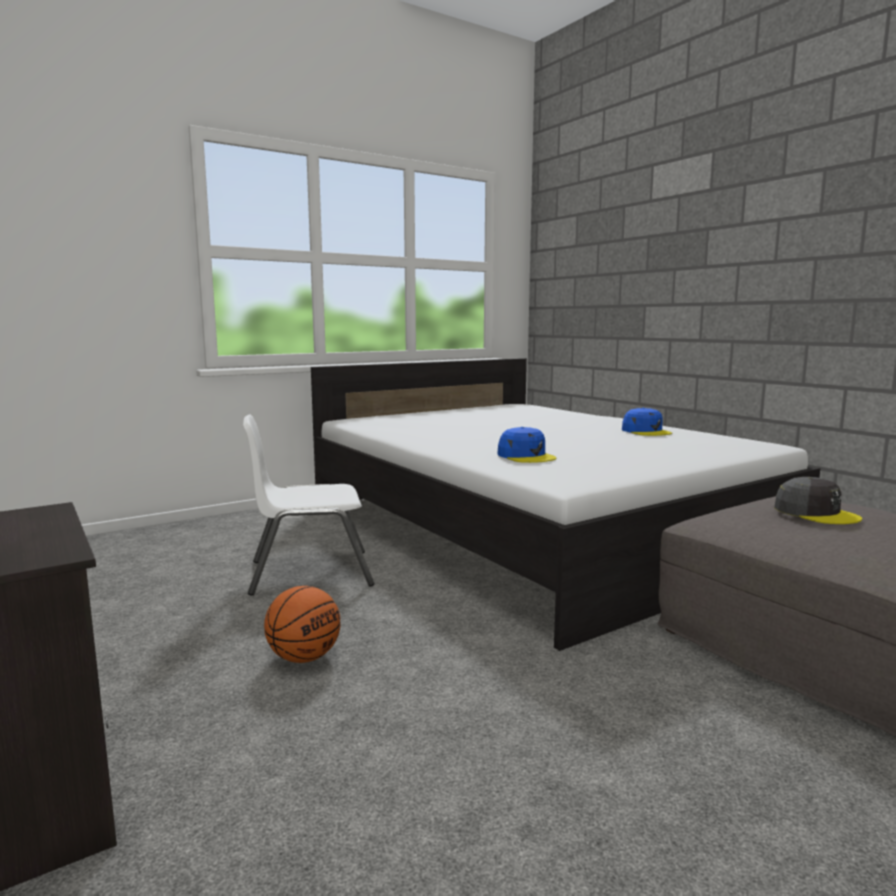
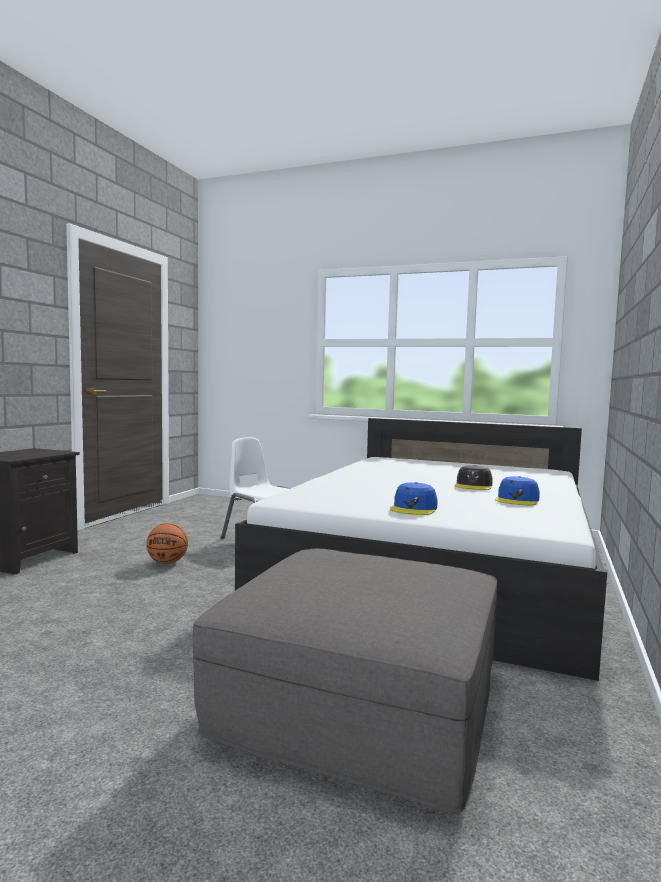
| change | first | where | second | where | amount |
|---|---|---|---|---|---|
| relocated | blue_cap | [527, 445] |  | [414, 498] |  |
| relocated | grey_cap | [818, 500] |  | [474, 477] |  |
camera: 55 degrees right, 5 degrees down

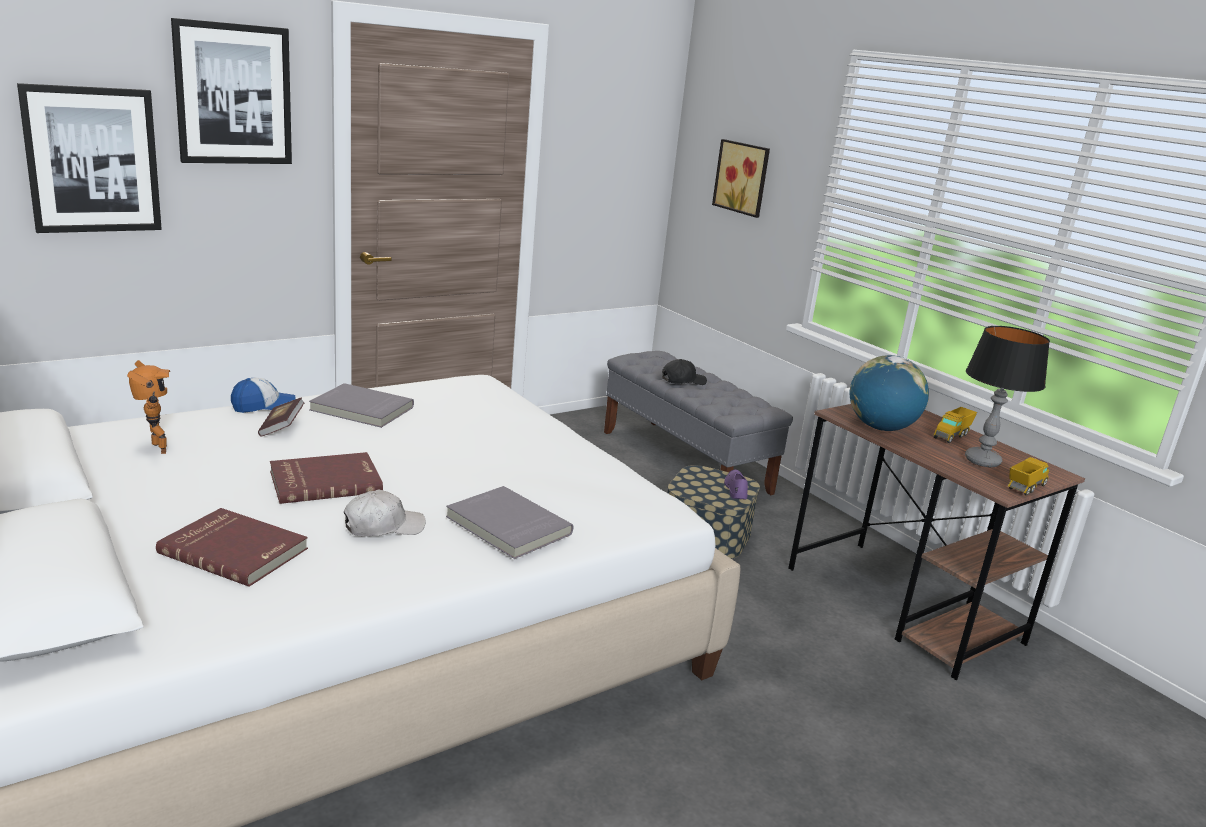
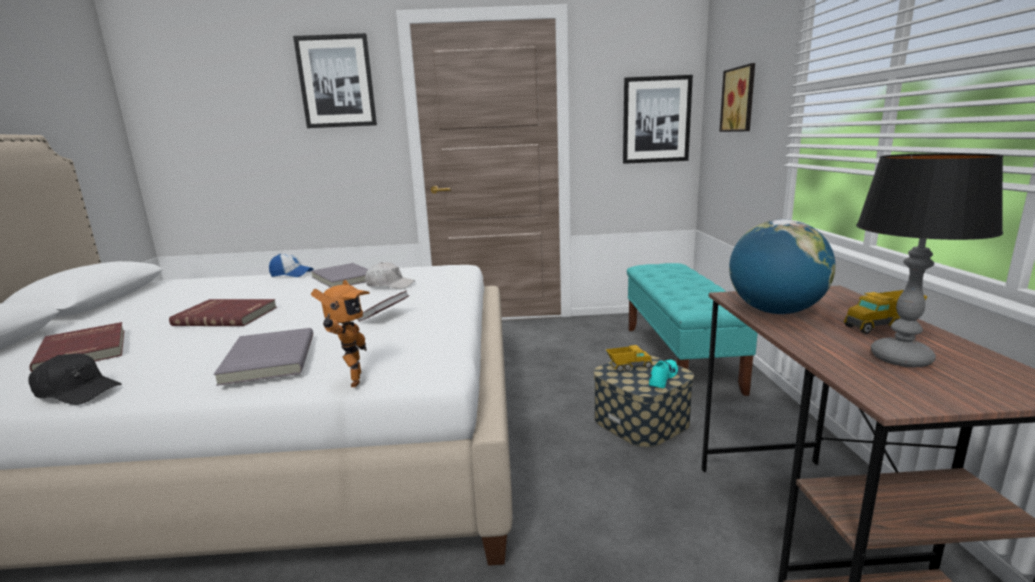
| change | first | where | second | where | amount |
|---|---|---|---|---|---|
| relocated | picture | [89, 158] |  | [658, 119] |  |
| colour | grey_bench | [698, 423] | turquoise_bench | [692, 329] |  |
| relocated | black_cap | [684, 372] |  | [75, 379] |  |
| relocated | toy_robot | [148, 407] |  | [340, 333] |  |
| relocated | book | [281, 417] |  | [384, 306] |  |
| relocated | toy_truck | [1028, 476] |  | [629, 358] |  |
| colour | purple_shoe | [736, 484] | turquoise_shoe | [663, 373] |  |
| relocated | white_cap | [385, 513] |  | [390, 275] |  |
camera: 35 degrees right, 5 degrees down

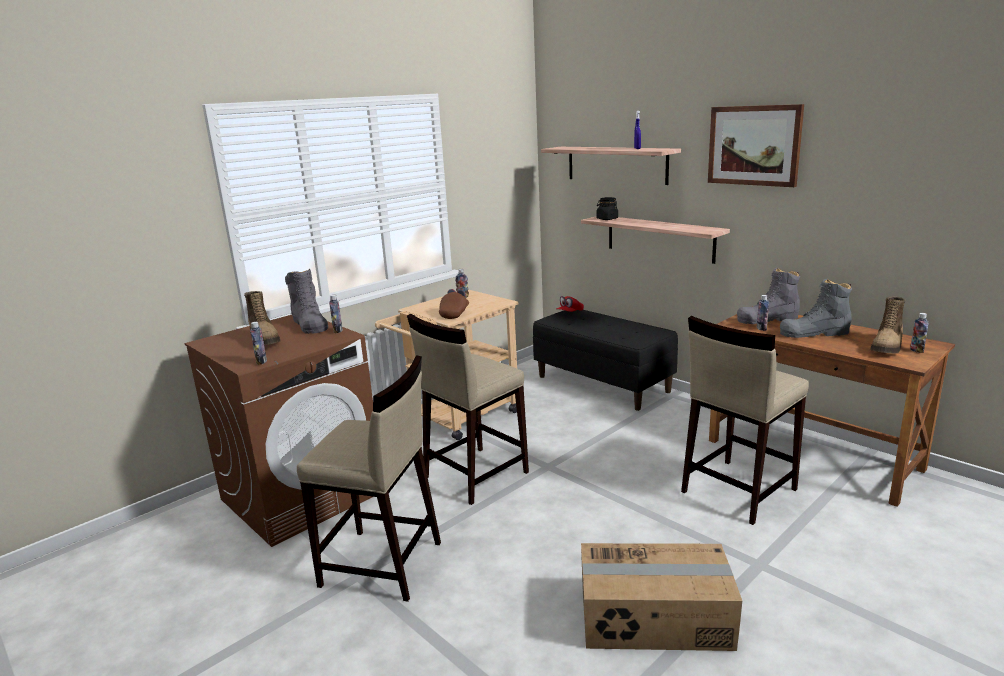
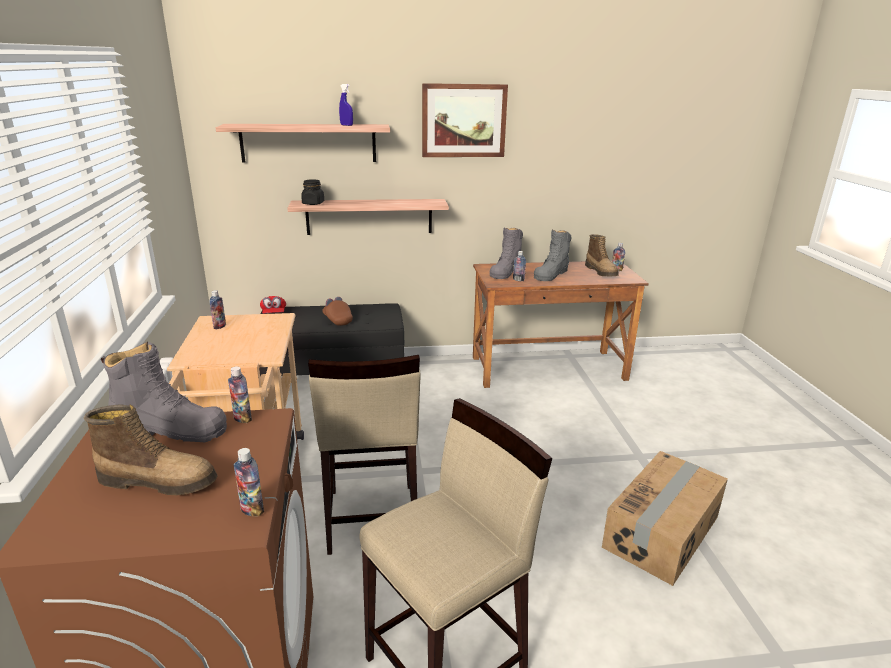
| change | first | where | second | where | amount |
|---|---|---|---|---|---|
| relocated | brown_cap | [454, 304] |  | [337, 311] |  |
| missing | beige_stool | [745, 420] |  |  |  |
camera: 55 degrees left, 5 degrees up

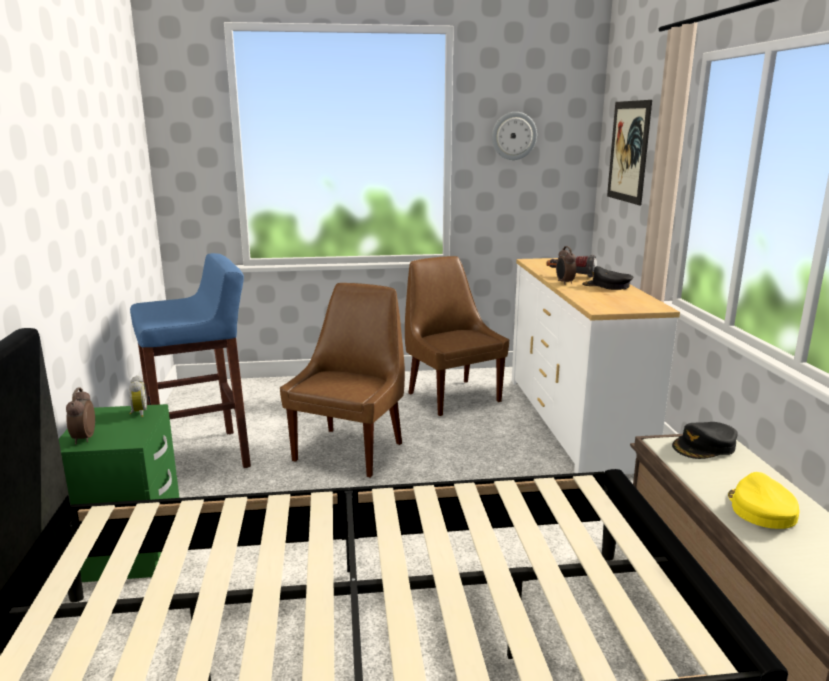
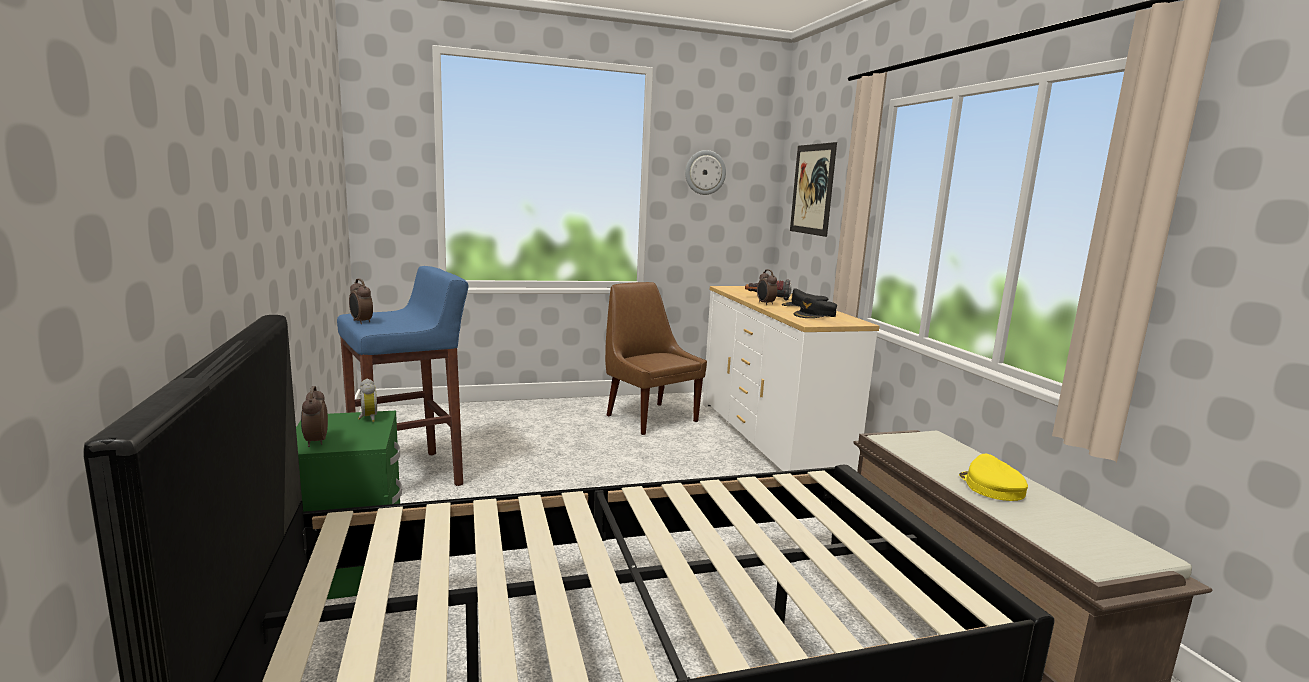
| change | first | where | second | where | amount |
|---|---|---|---|---|---|
| missing | brown_chair | [342, 380] |  |  |  |
| relocated | black_cap | [705, 440] |  | [815, 308] |  |
| appeared |  |  | alarm_clock | [361, 301] |  |
camera: 10 degrees left, 5 degrees down

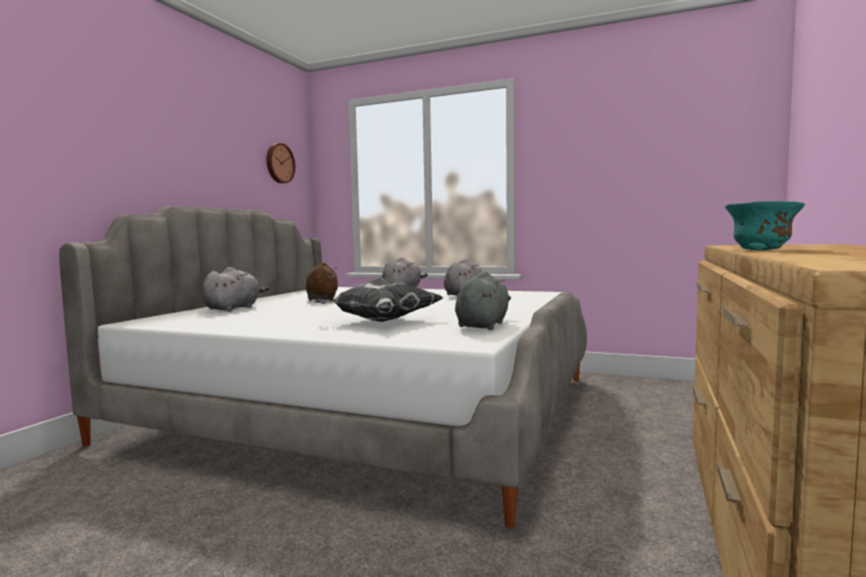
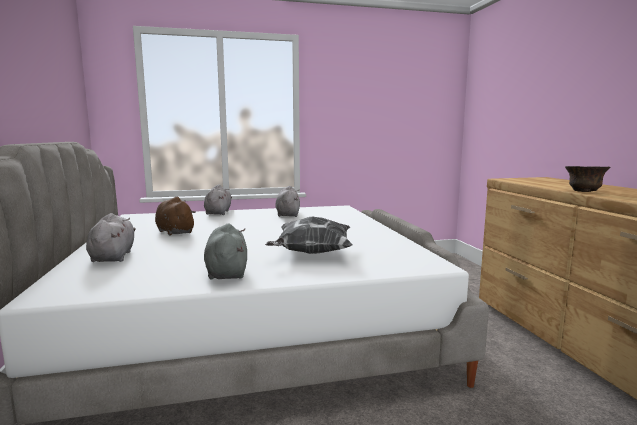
| change | first | where | second | where | amount |
|---|---|---|---|---|---|
| missing | wall_clock | [280, 163] |  |  |  |
| colour | turquoise_bowl | [765, 226] | brown_bowl | [587, 179] |  |
| relocated | grey_plush_toy | [483, 300] |  | [225, 251] |  |
camera: 35 degrees left, 5 degrees up

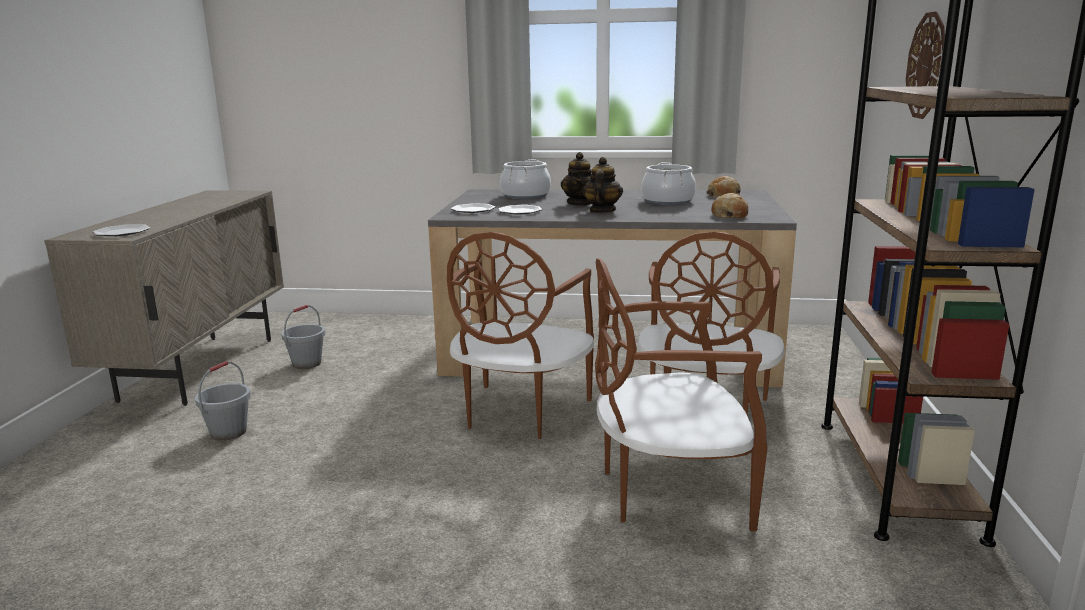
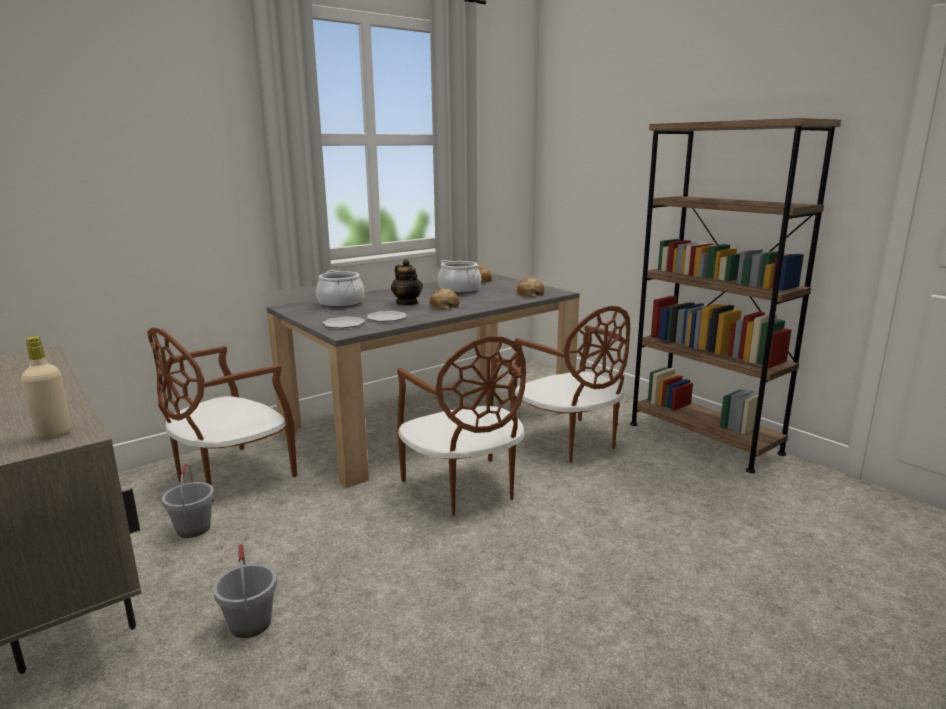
| change | first | where | second | where | amount |
|---|---|---|---|---|---|
| missing | wall_clock | [925, 65] |  |  |  |
| exchanged | teapot | [603, 185] | bread | [444, 298] |  |
| exchanged | plate | [121, 230] | beige_bottle | [46, 388] |  |
| relocated | brown_chair | [681, 395] |  | [222, 415] |  |
camera: 45 degrees left, 0 degrees up

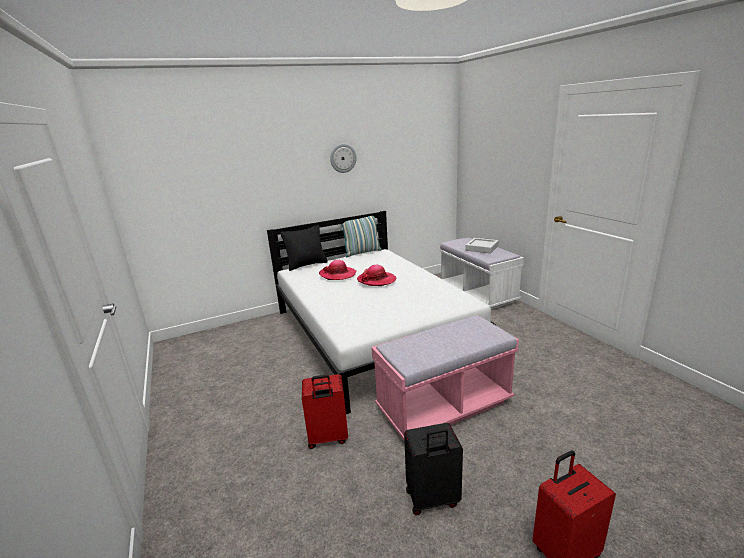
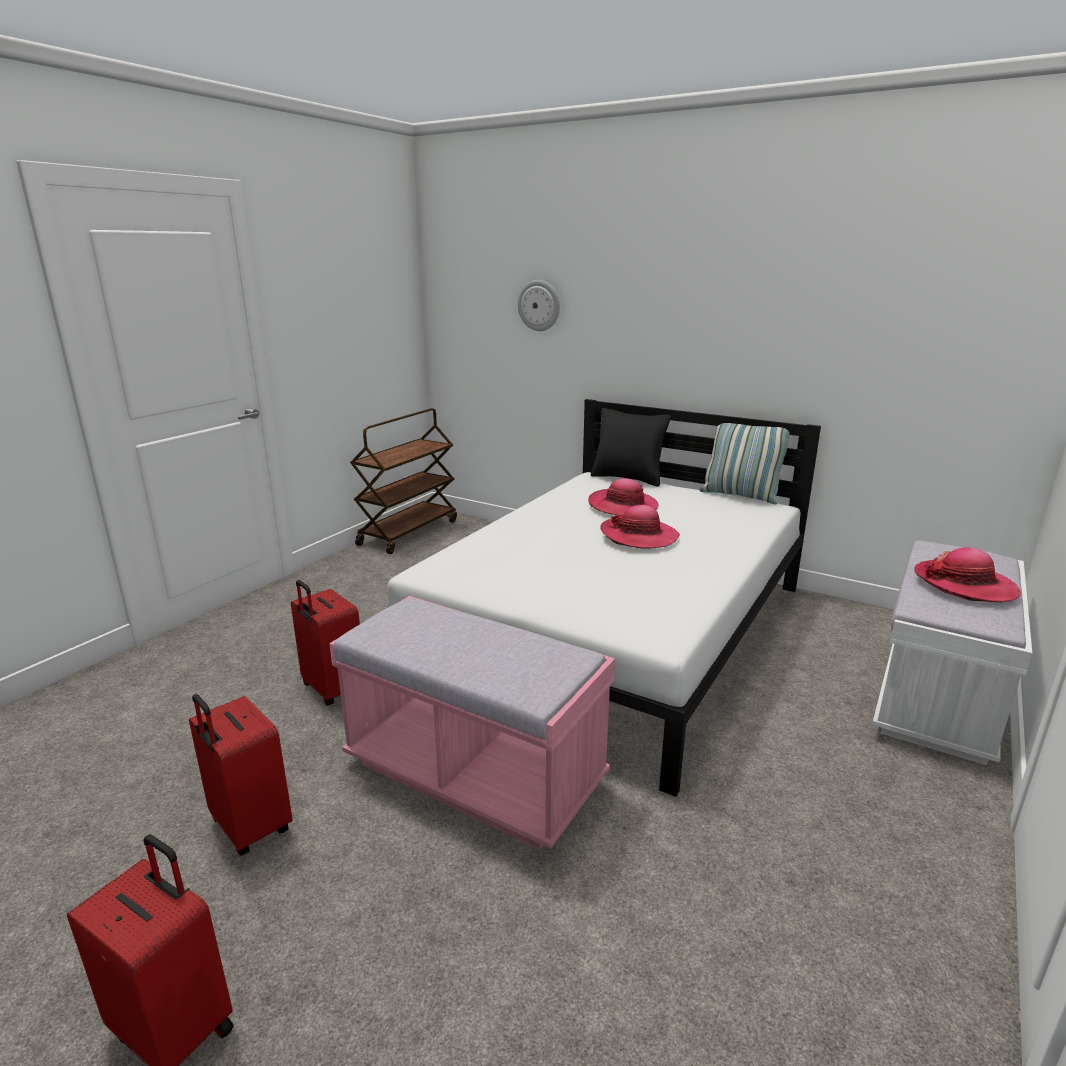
| change | first | where | second | where | amount |
|---|---|---|---|---|---|
| relocated | wall_clock | [343, 158] |  | [539, 305] |  |
| exchanged | grey_tray | [482, 246] | hat | [968, 574] |  |
| colour | black_suitcase | [433, 469] | red_suitcase | [241, 774] |  |
| appeared |  |  | brown_cart | [403, 481] |  |
camera: 55 degrees right, 0 degrees up

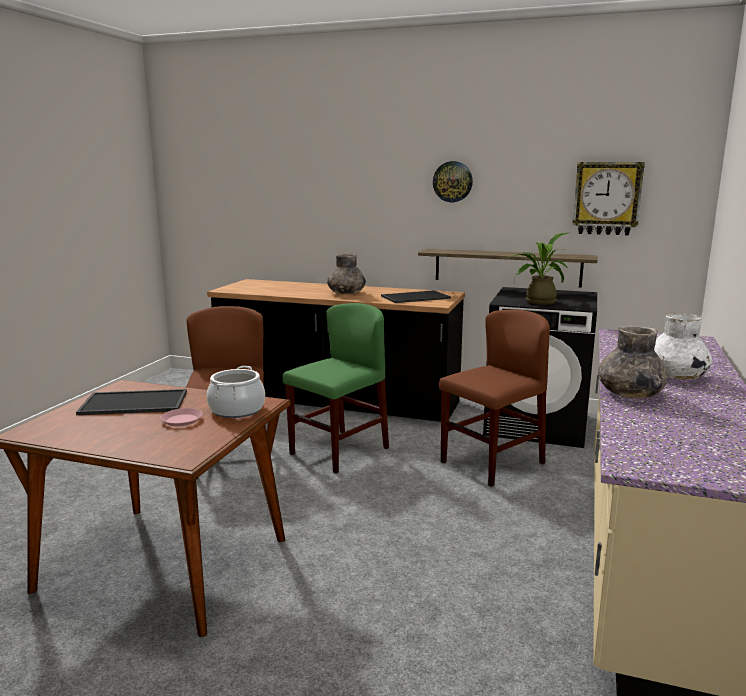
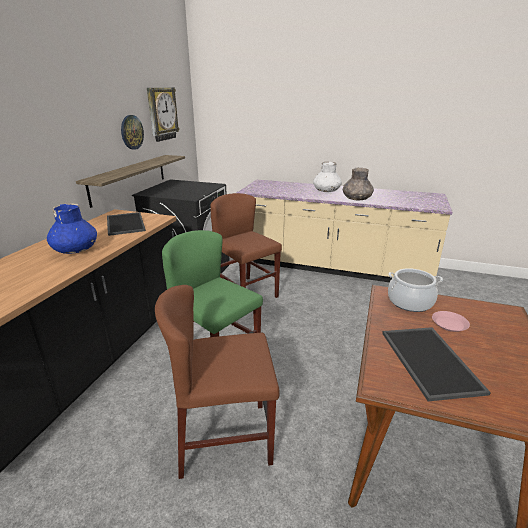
| change | first | where | second | where | amount |
|---|---|---|---|---|---|
| relocated | wall_clock | [453, 181] |  | [132, 132] |  |
| missing | potted_plant | [537, 269] |  |  |  |
| colour | grey_vase | [346, 273] | blue_vase | [72, 228] |  |
camera: 90 degrees left, 10 degrees up

